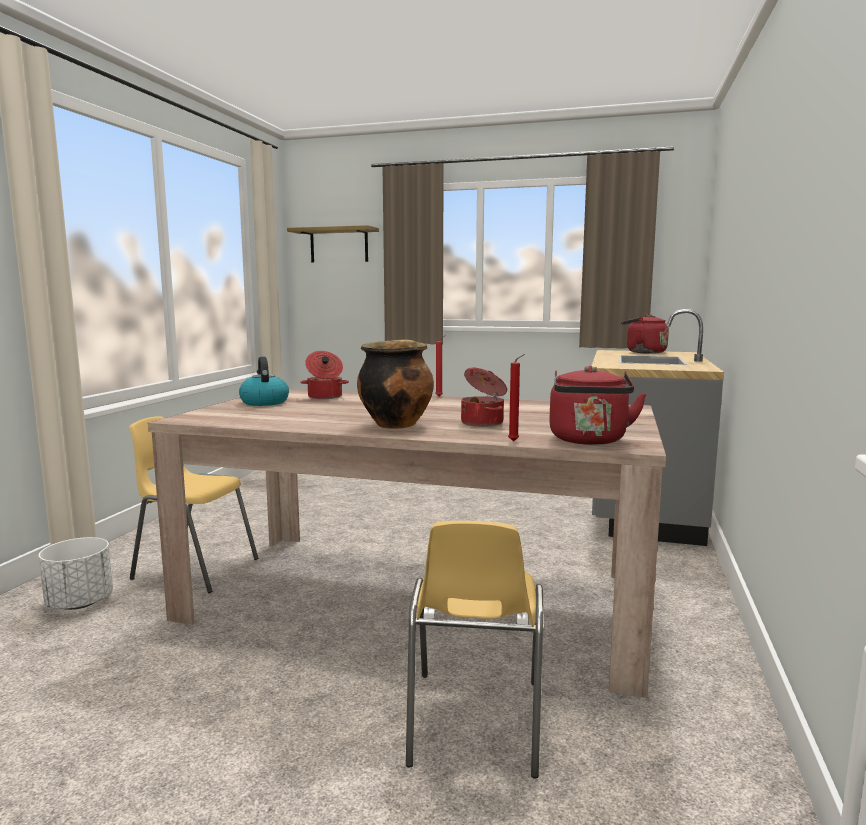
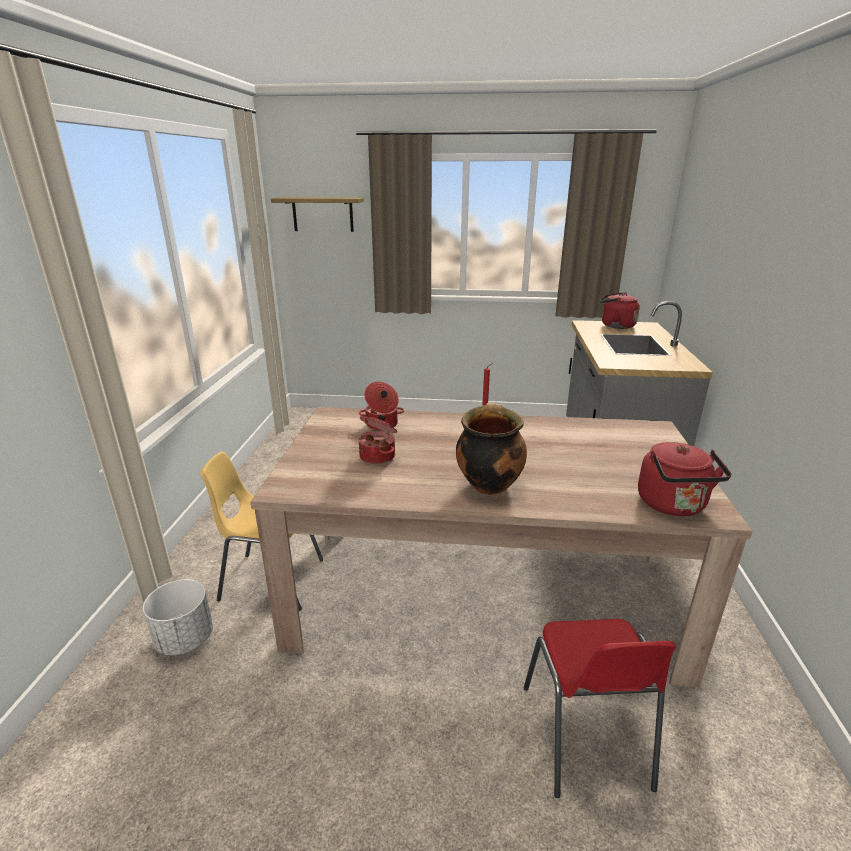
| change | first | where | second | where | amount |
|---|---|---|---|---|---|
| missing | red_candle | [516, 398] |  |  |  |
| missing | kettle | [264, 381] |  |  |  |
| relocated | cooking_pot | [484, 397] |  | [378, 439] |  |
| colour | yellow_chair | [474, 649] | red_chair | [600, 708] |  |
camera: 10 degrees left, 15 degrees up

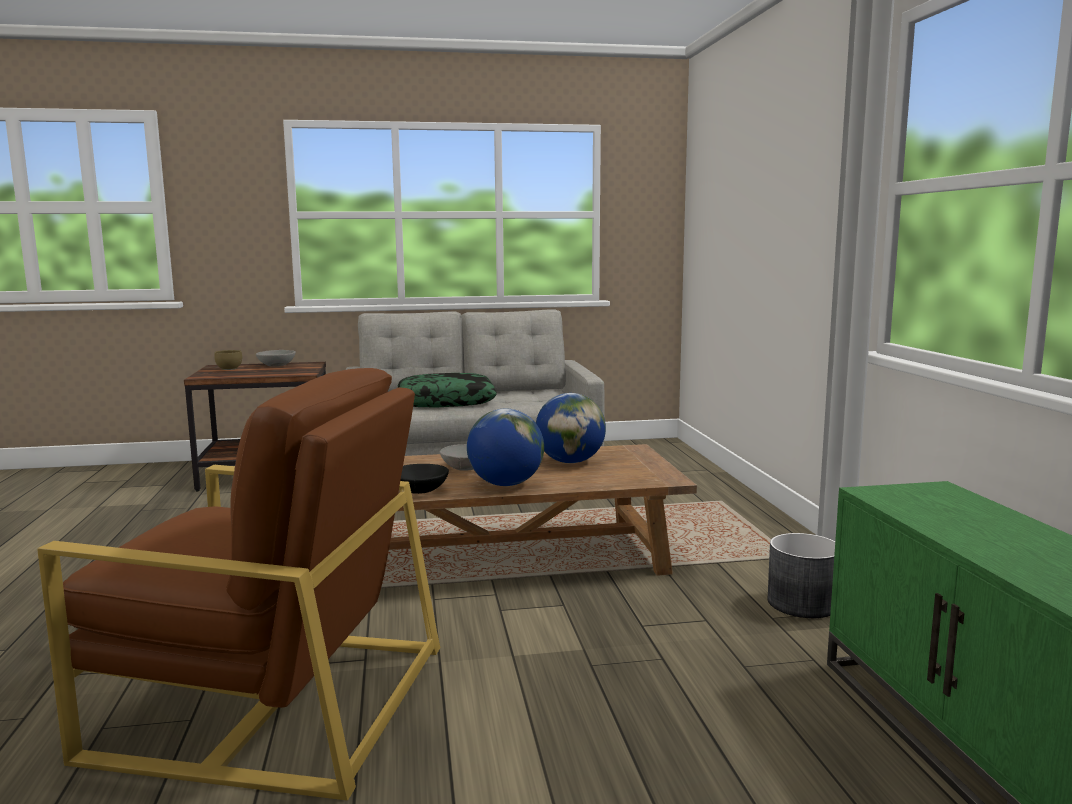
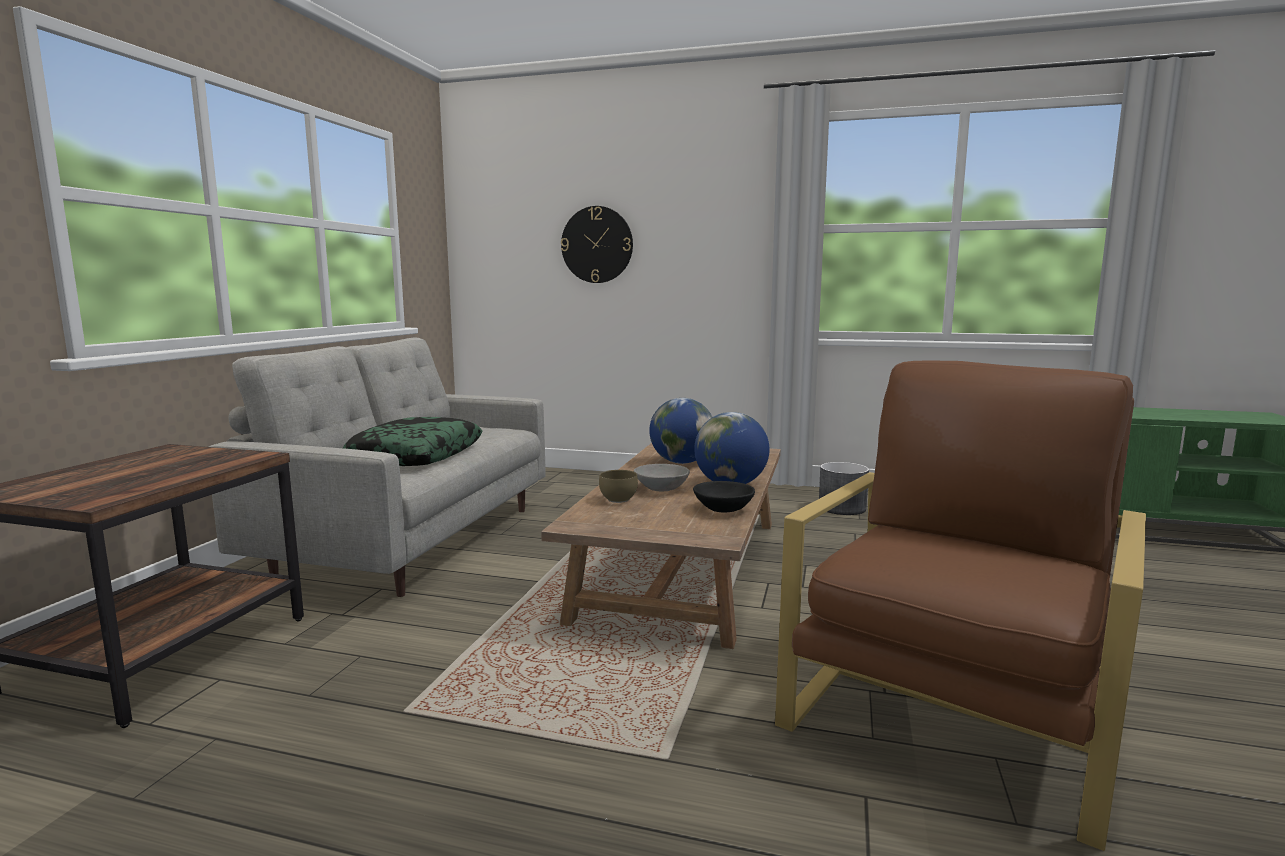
| change | first | where | second | where | amount |
|---|---|---|---|---|---|
| relocated | brown_bowl | [228, 360] |  | [618, 486] |  |
| missing | grey_bowl | [276, 358] |  |  |  |
| appeared |  |  | wall_clock | [597, 244] |  |
camera: 65 degrees left, 0 degrees up

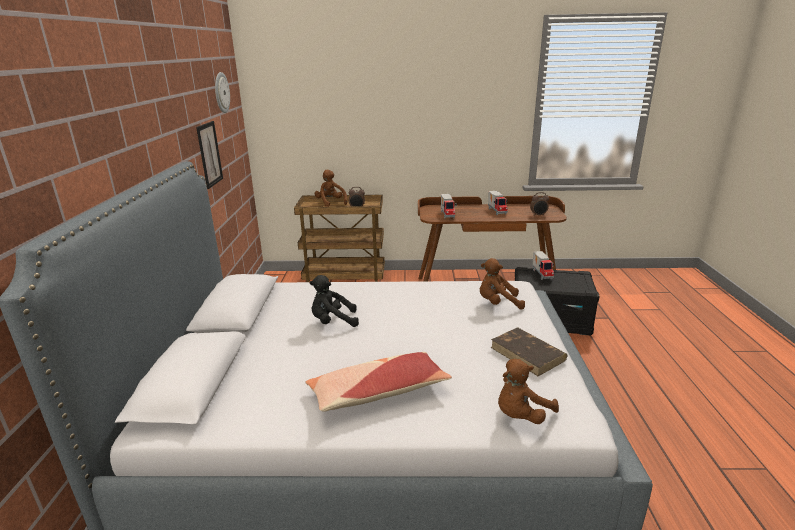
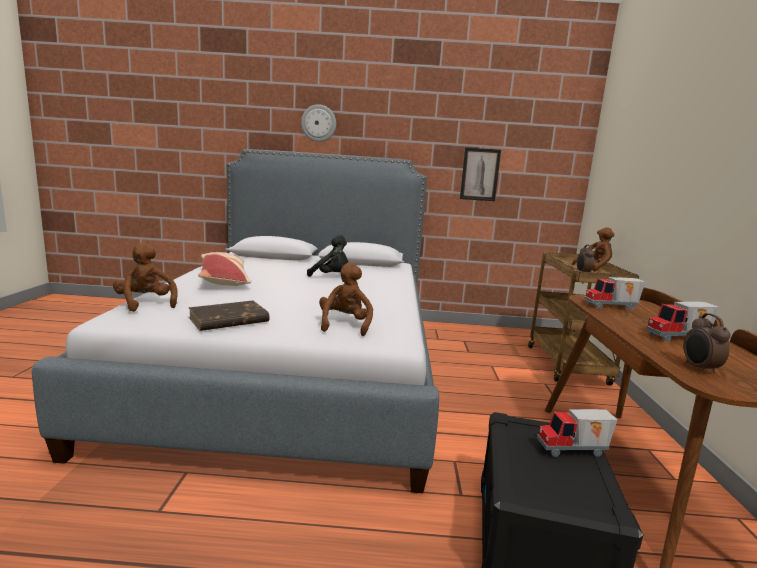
| change | first | where | second | where | amount |
|---|---|---|---|---|---|
| relocated | wall_clock | [222, 92] |  | [318, 123] |  |
| spun | black_plush_toy | [334, 301] |  | [327, 256] | 120 degrees clockwise |
camera: 90 degrees right, 10 degrees down

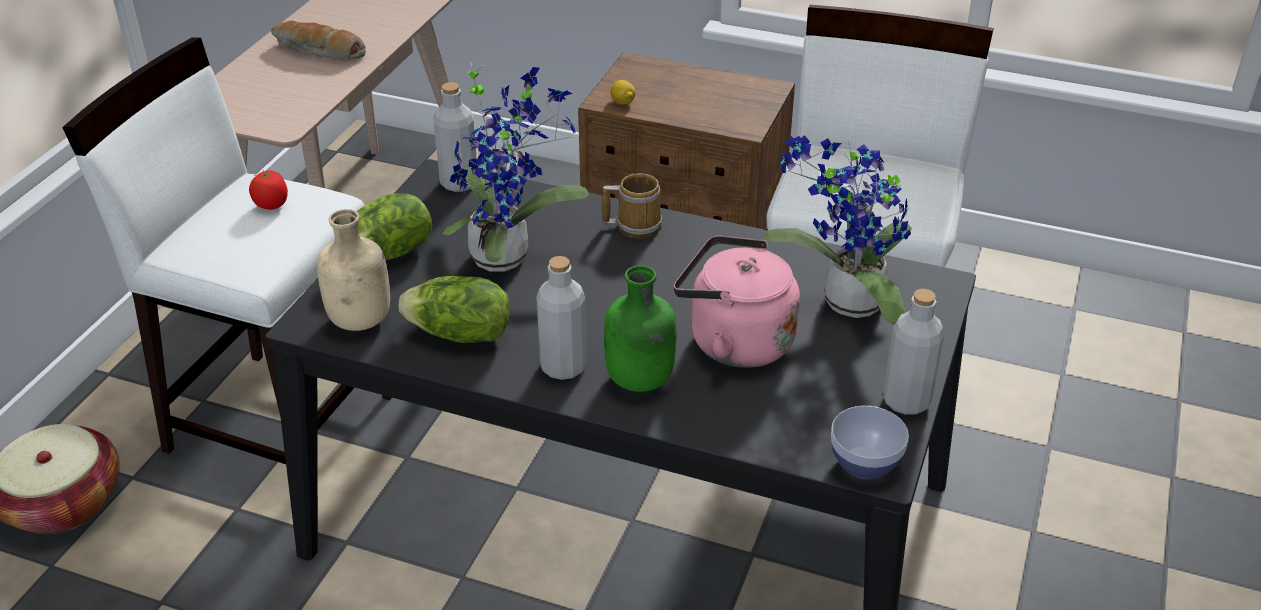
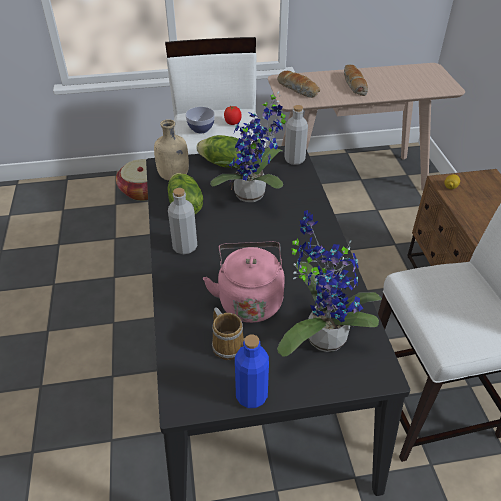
| change | first | where | second | where | amount |
|---|---|---|---|---|---|
| relocated | mug | [631, 206] |  | [228, 334] |  |
| missing | green_bottle | [640, 328] |  |  |  |
| colour | grey_bottle | [913, 352] | blue_bottle | [252, 371] |  |
| relocated | bowl | [870, 443] |  | [200, 120] |  |
| appeared |  |  | bread | [298, 84] |  |
camera: 60 degrees right, 5 degrees up

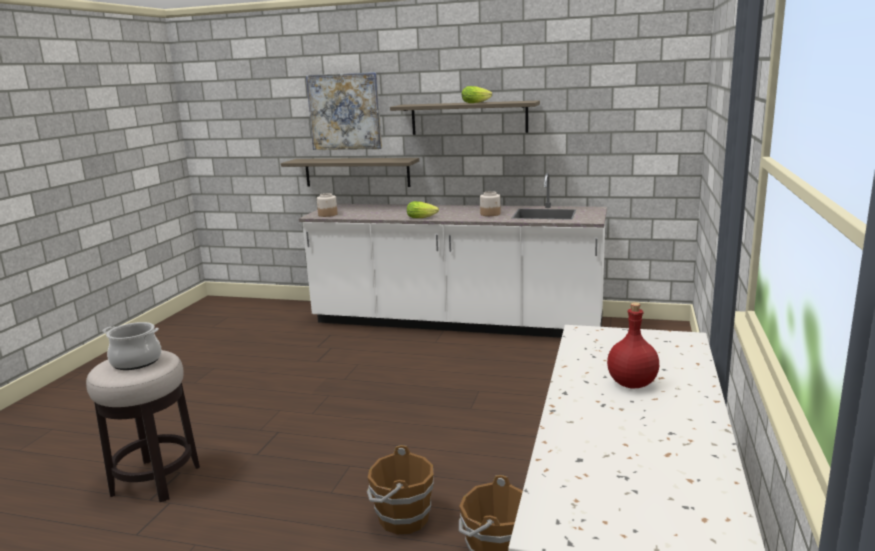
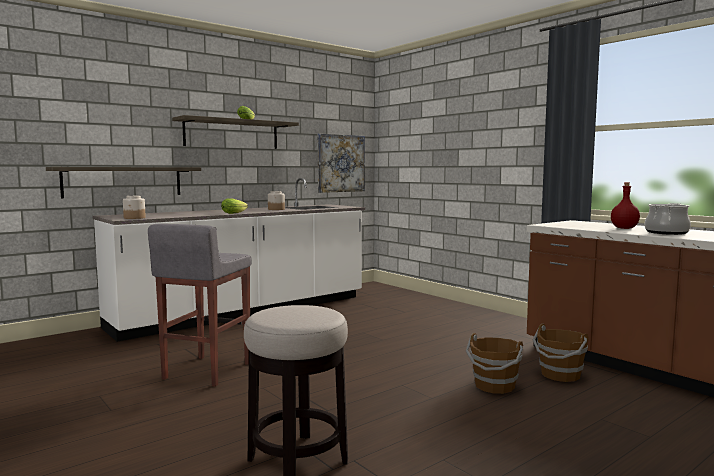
| change | first | where | second | where | amount |
|---|---|---|---|---|---|
| relocated | picture | [344, 111] |  | [341, 163] |  |
| relocated | cooking_pot | [132, 346] |  | [668, 219] |  |
| appeared |  |  | grey_stool | [200, 305] |  |
camera: 55 degrees left, 10 degrees down

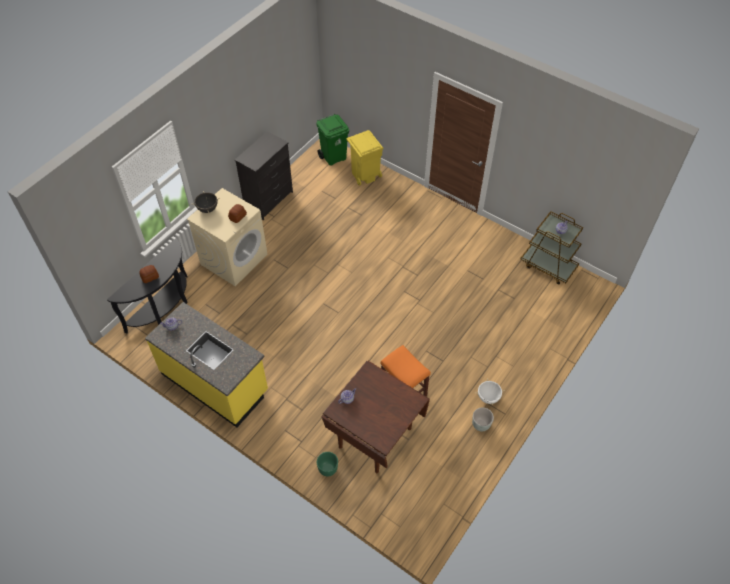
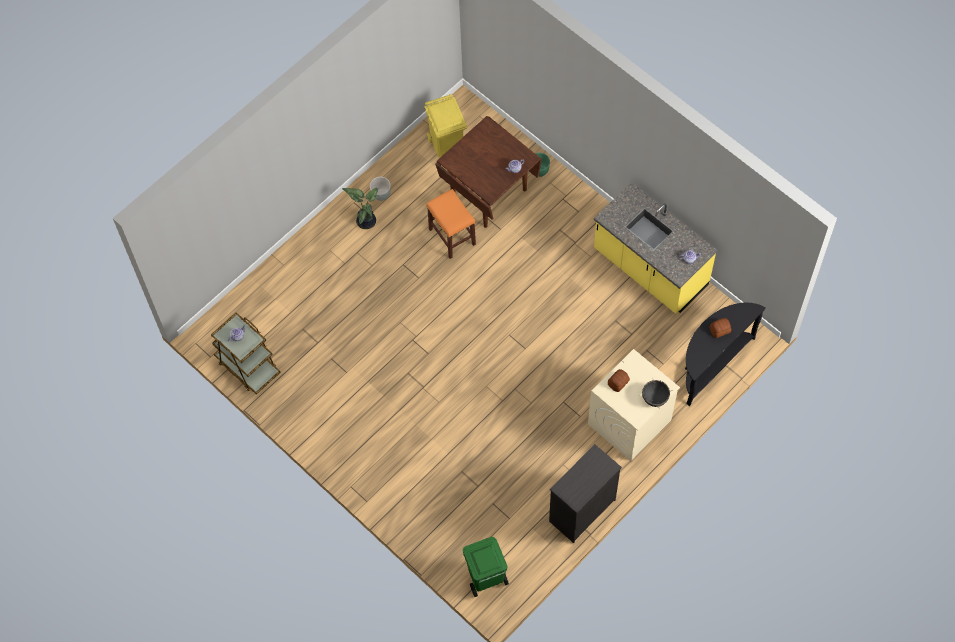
| change | first | where | second | where | amount |
|---|---|---|---|---|---|
| relocated | yellow_trash_can | [364, 158] |  | [445, 126] |  |
| exchanged | white_cooking_pot | [490, 391] | potted_plant | [360, 208] |  |
camera: 170 degrees left, 10 degrees up

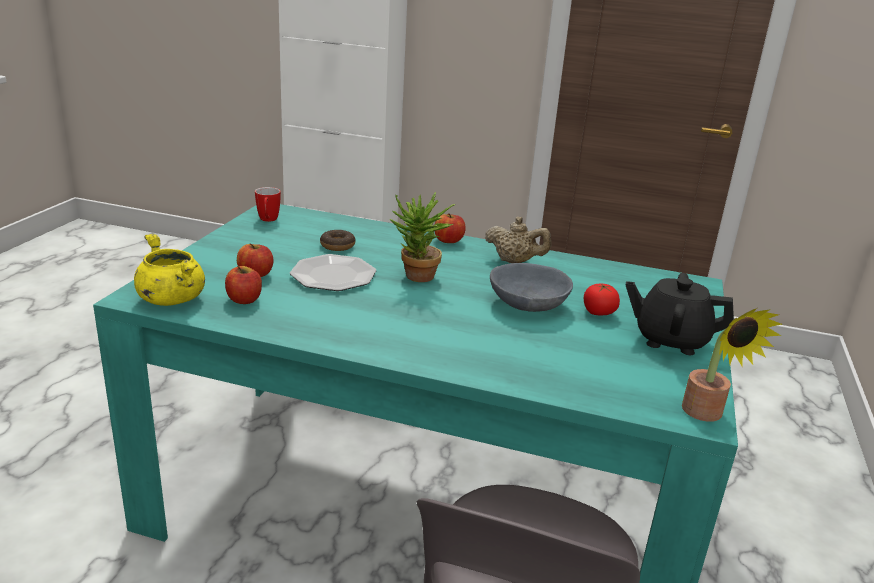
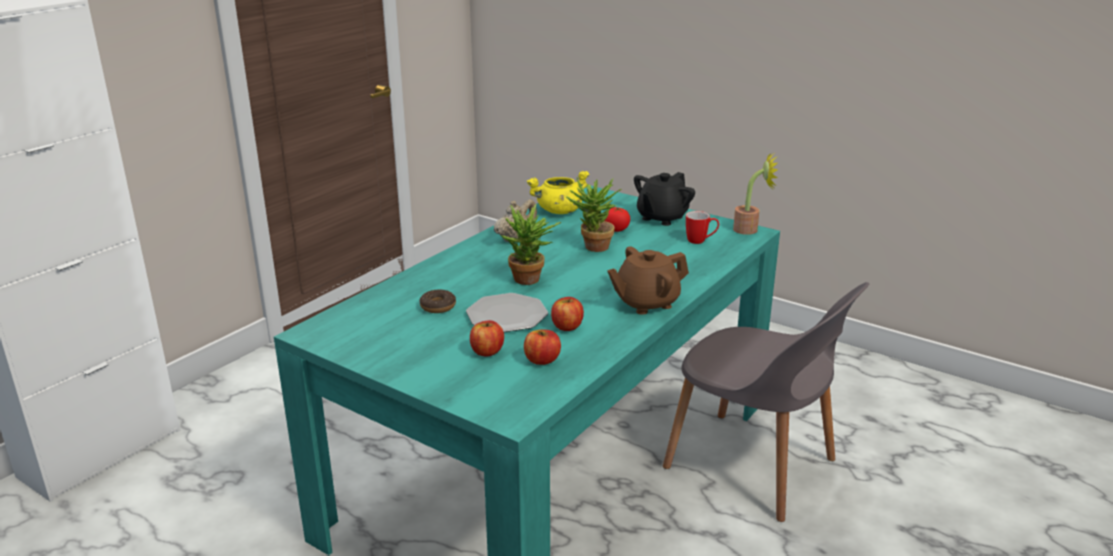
| change | first | where | second | where | amount |
|---|---|---|---|---|---|
| relocated | mug | [268, 204] |  | [702, 227] |  |
| relocated | apple | [450, 228] |  | [567, 314] |  |
| relocated | yellow_cooking_pot | [169, 270] |  | [558, 192] |  |
| exchanged | grey_bowl | [531, 287] | potted_plant | [594, 214] |  |
| appeared |  |  | brown_teapot | [648, 280] |  |
camera: 70 degrees left, 0 degrees up

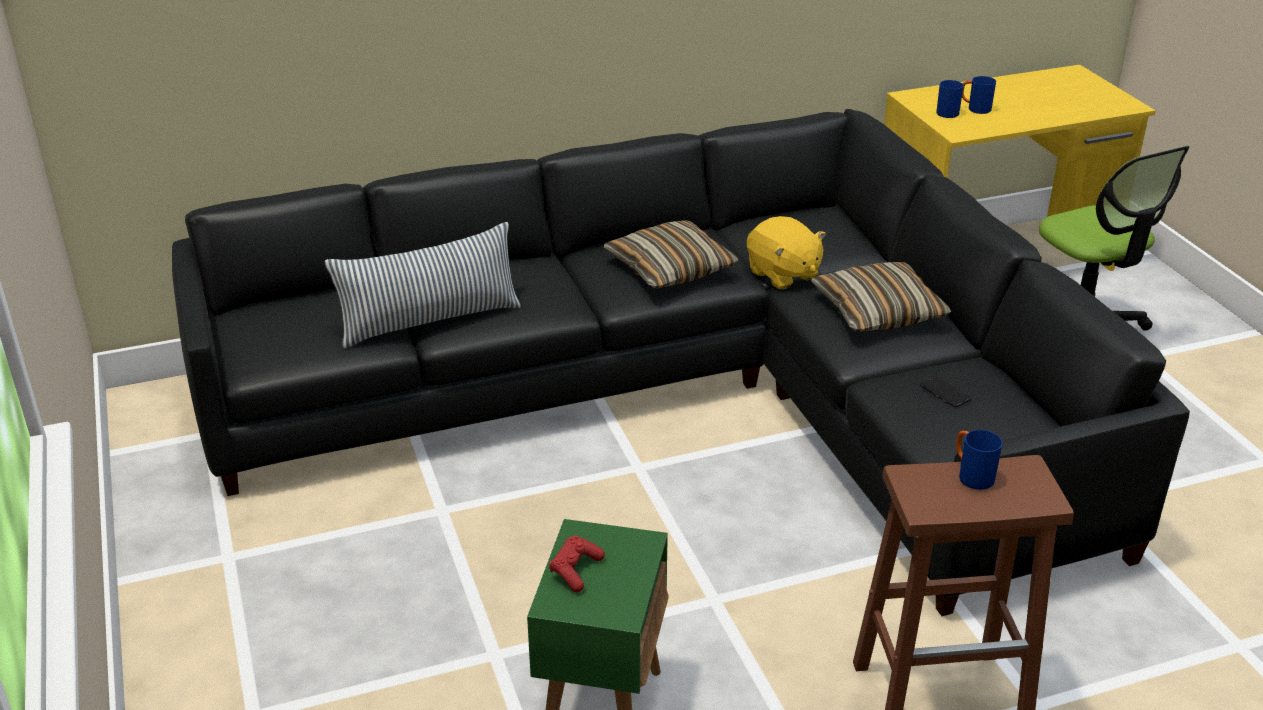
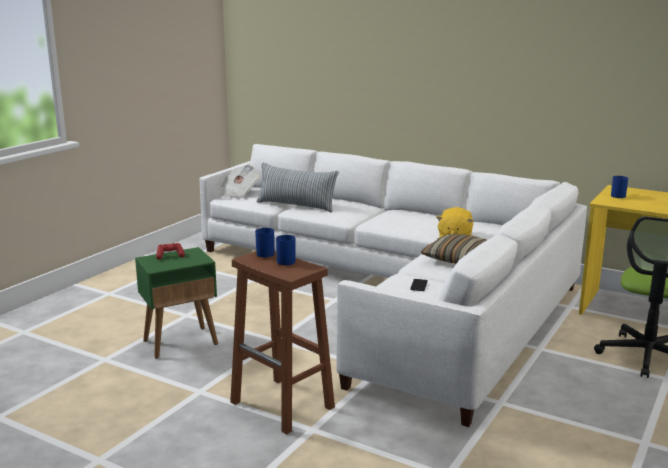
| change | first | where | second | where | amount |
|---|---|---|---|---|---|
| relocated | blue_mug | [979, 95] |  | [265, 243] |  |
| colour | black_sofa | [681, 362] | white_sofa | [393, 285] |  |
| missing | pillow | [671, 254] |  |  |  |
| appeared |  |  | newspaper | [240, 181] |  |
camera: 50 degrees right, 15 degrees down

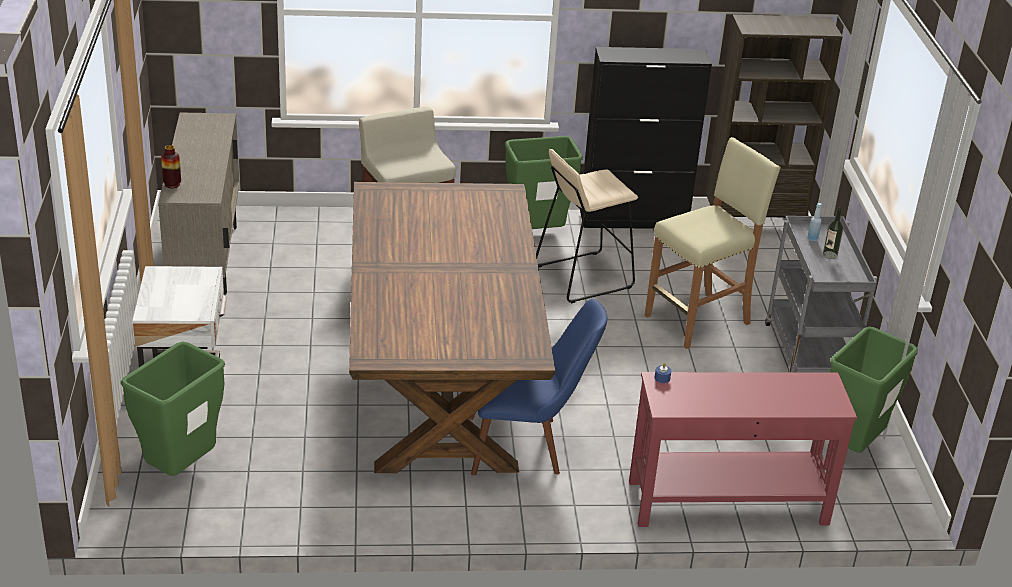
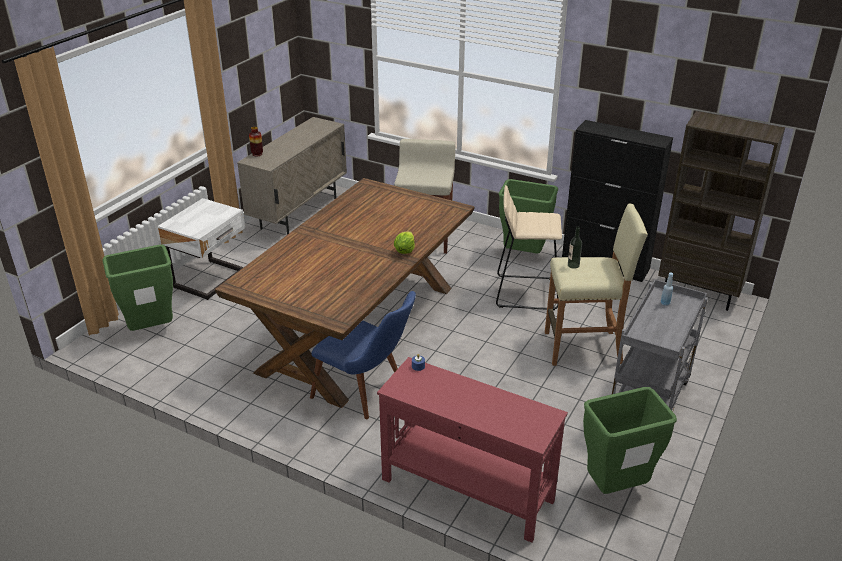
| change | first | where | second | where | amount |
|---|---|---|---|---|---|
| relocated | bottle | [833, 233] |  | [575, 248] |  |
| appeared |  |  | lettuce | [404, 243] |  |
camera: 35 degrees right, 0 degrees up

